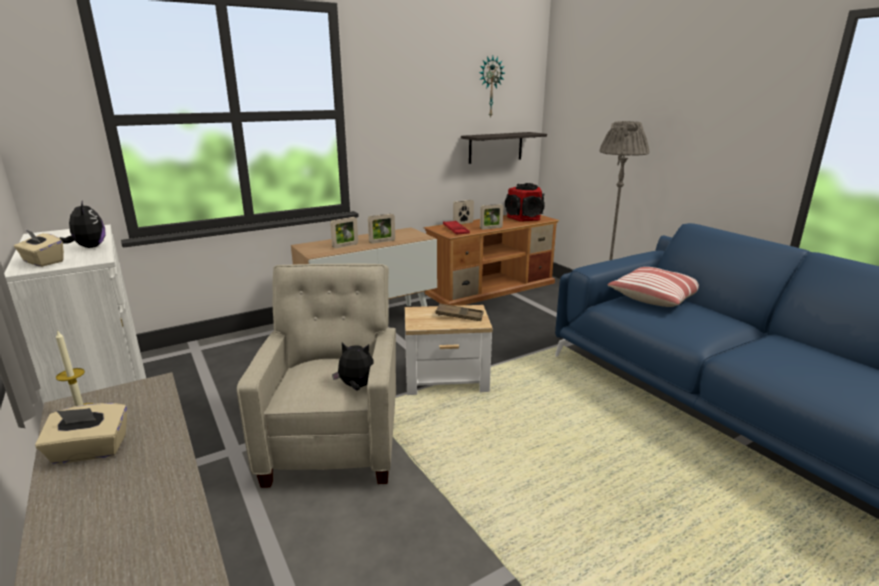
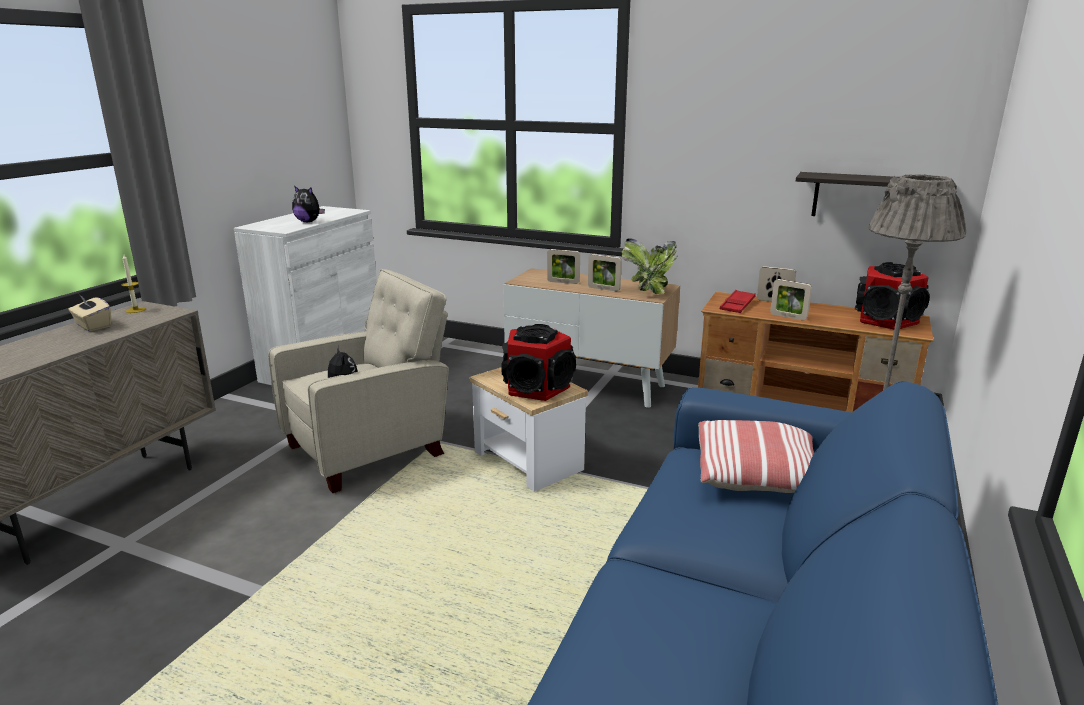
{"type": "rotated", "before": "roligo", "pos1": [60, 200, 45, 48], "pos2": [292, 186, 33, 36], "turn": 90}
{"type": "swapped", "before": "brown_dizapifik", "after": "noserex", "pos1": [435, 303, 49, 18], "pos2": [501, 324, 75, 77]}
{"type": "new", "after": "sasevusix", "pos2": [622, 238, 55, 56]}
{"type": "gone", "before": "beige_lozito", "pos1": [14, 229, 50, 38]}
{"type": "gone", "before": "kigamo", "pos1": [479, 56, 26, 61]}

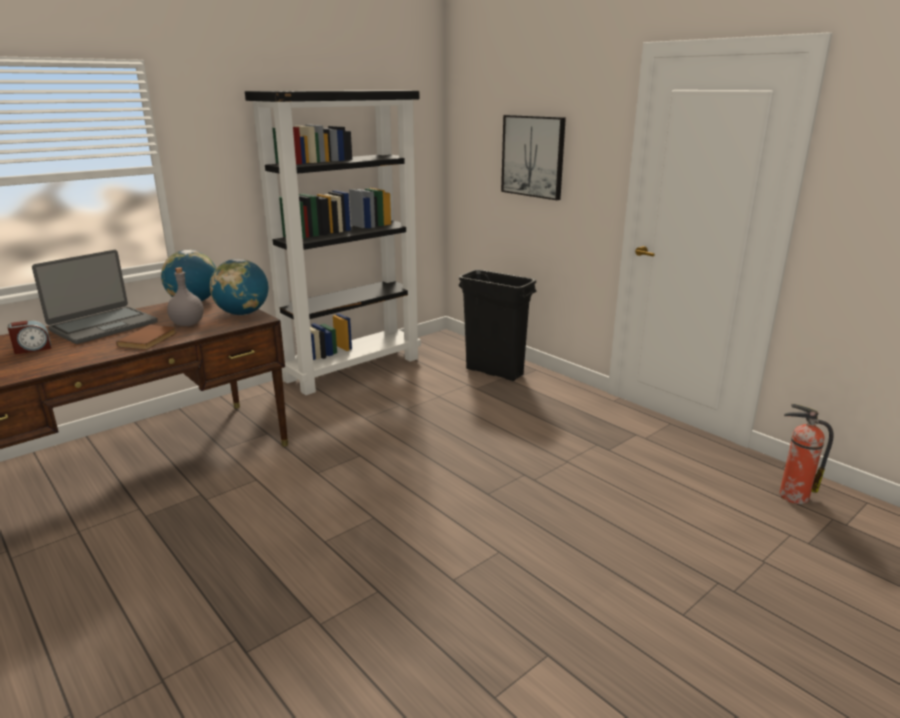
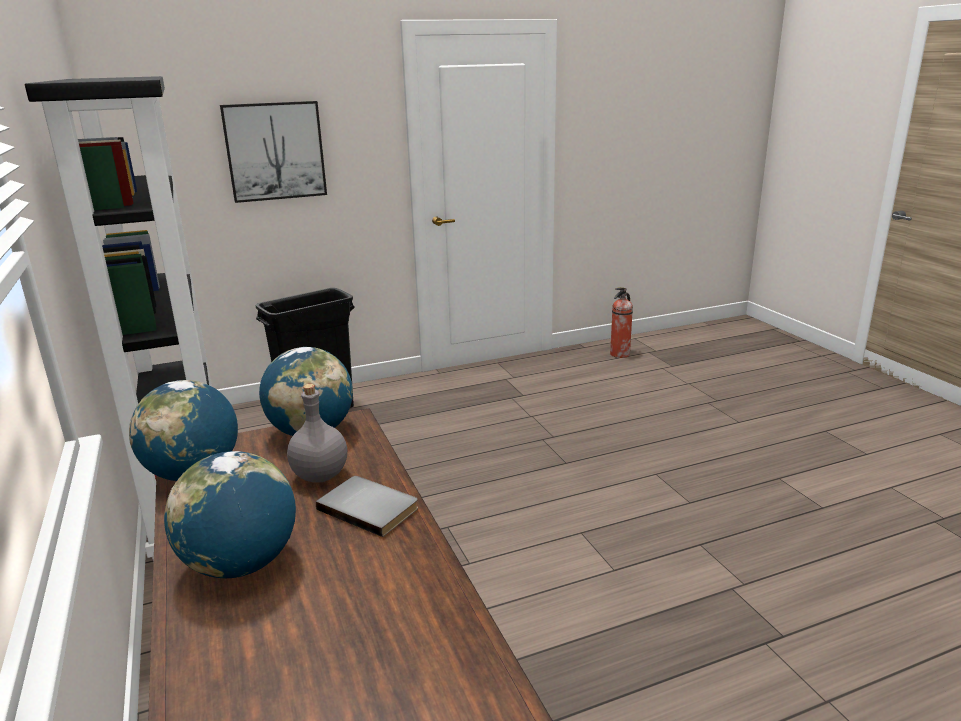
{"type": "swapped", "before": "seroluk", "after": "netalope", "pos1": [32, 250, 126, 94], "pos2": [164, 451, 132, 127]}
{"type": "repainted", "before": "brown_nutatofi", "after": "grey_nutatofi", "pos1": [116, 325, 61, 25], "pos2": [316, 476, 102, 61]}
{"type": "gone", "before": "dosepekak", "pos1": [8, 320, 43, 34]}

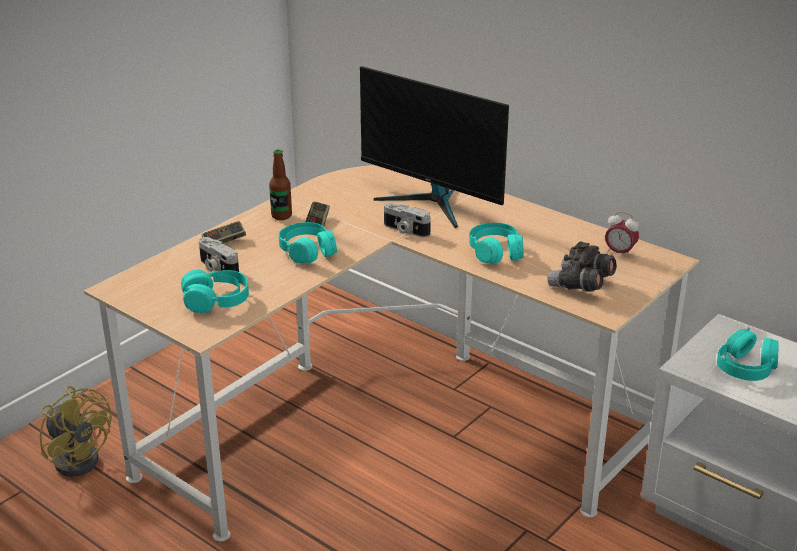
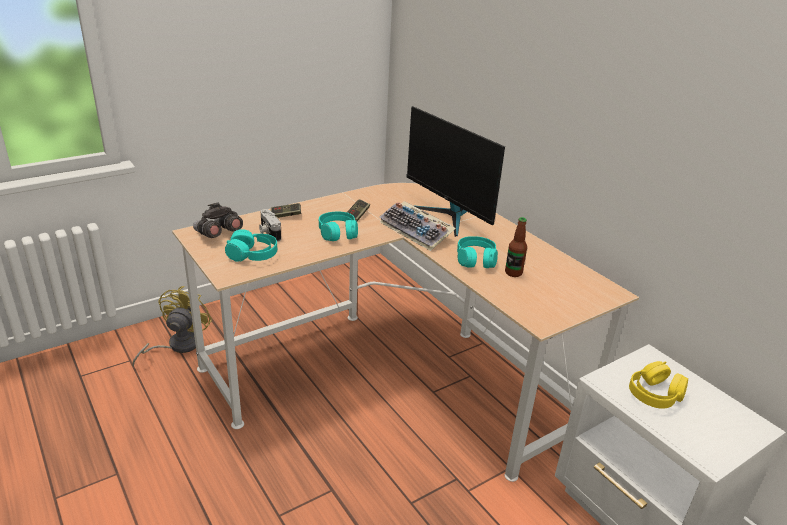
{"type": "rotated", "before": "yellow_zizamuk", "pos1": [40, 386, 72, 91], "pos2": [132, 286, 80, 81], "turn": -135}
{"type": "shifted", "before": "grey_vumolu", "pos1": [548, 242, 69, 49], "pos2": [193, 202, 50, 36]}
{"type": "swapped", "before": "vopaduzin", "after": "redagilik", "pos1": [384, 203, 47, 35], "pos2": [379, 201, 77, 50]}
{"type": "shifted", "before": "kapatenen", "pos1": [269, 149, 23, 71], "pos2": [505, 217, 22, 60]}
{"type": "repainted", "before": "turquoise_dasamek", "after": "yellow_dasamek", "pos1": [717, 328, 62, 53], "pos2": [629, 361, 59, 48]}
{"type": "gone", "before": "dosepekak", "pos1": [605, 212, 34, 46]}

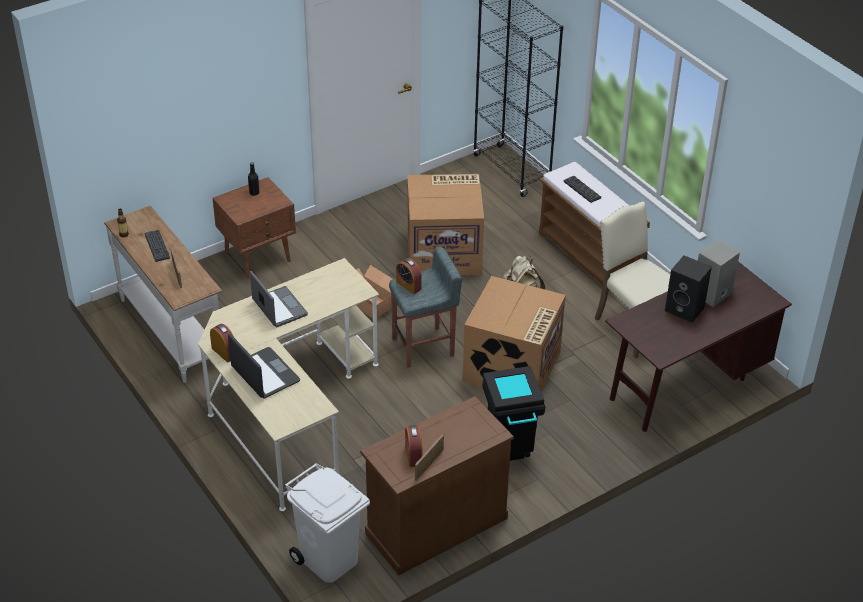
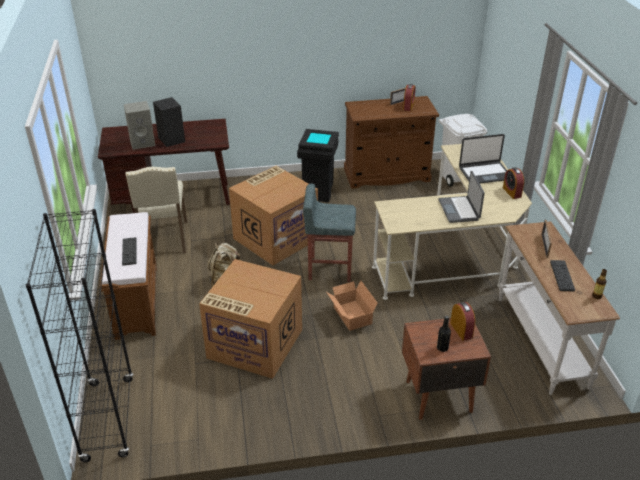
{"type": "shifted", "before": "dosepekak", "pos1": [396, 258, 26, 36], "pos2": [450, 302, 25, 38]}
{"type": "rotated", "before": "seroluk", "pos1": [228, 333, 72, 65], "pos2": [459, 134, 48, 49], "turn": -90}

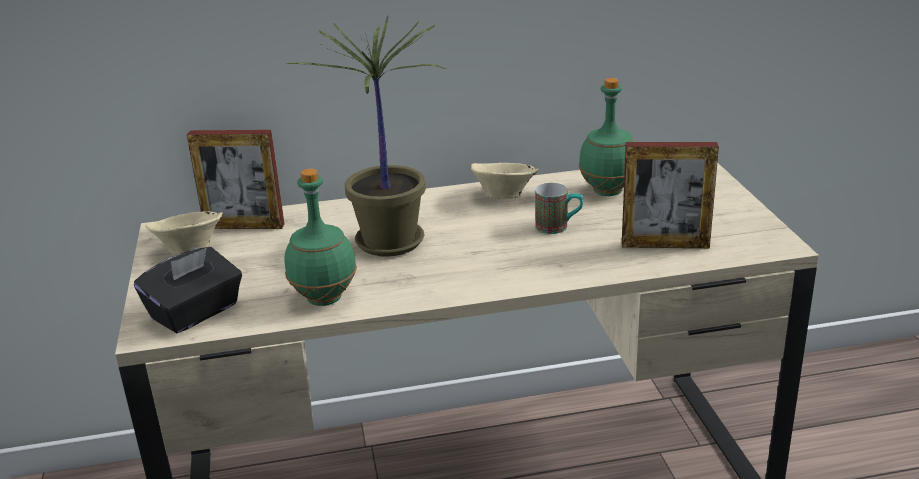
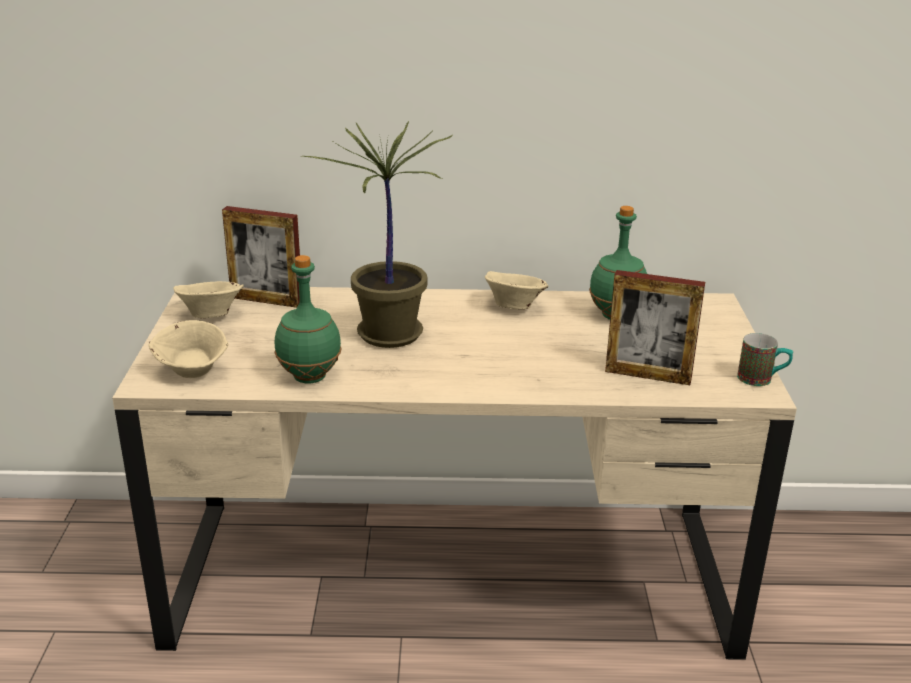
{"type": "swapped", "before": "black_lozito", "after": "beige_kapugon", "pos1": [134, 247, 108, 86], "pos2": [149, 320, 80, 58]}
{"type": "shifted", "before": "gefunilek", "pos1": [535, 183, 48, 51], "pos2": [737, 333, 56, 53]}

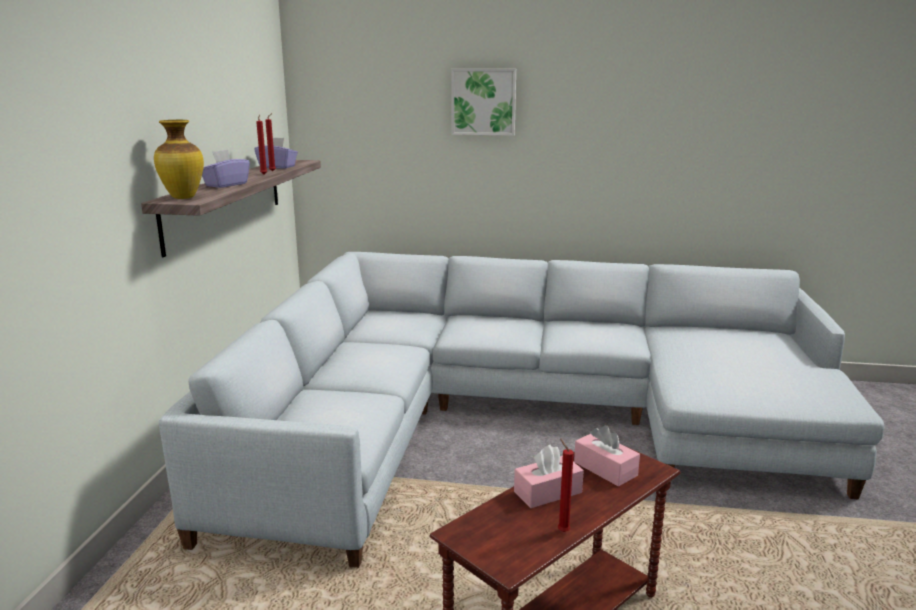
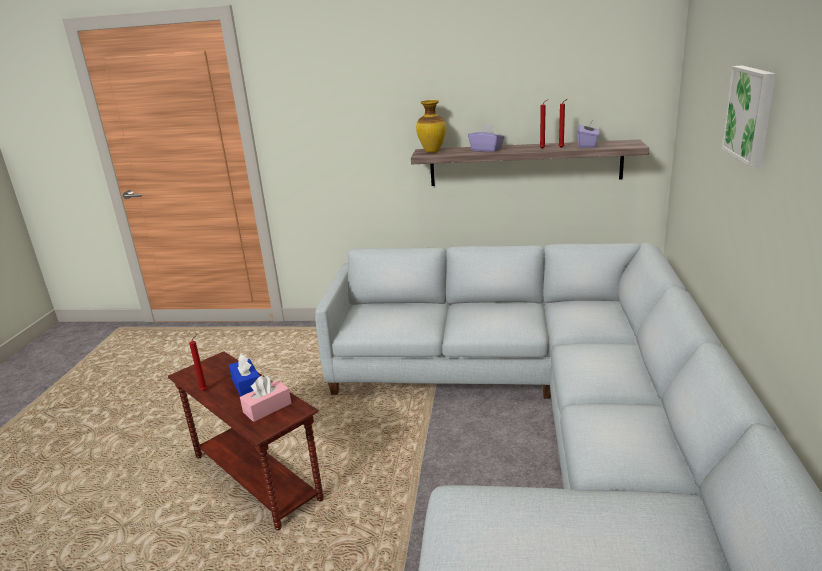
{"type": "repainted", "before": "pink_lozito", "after": "blue_lozito", "pos1": [514, 445, 70, 63], "pos2": [229, 354, 31, 42]}

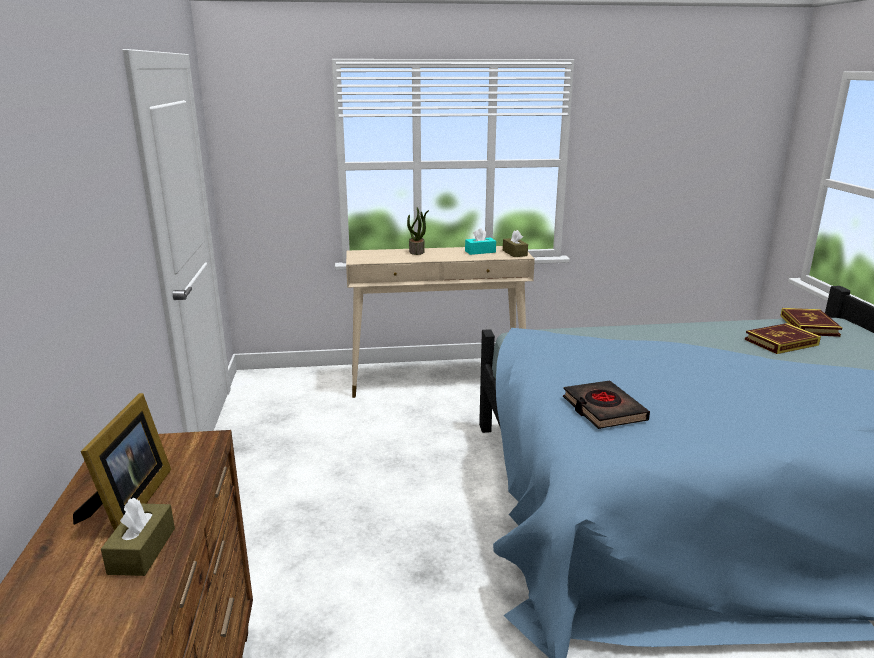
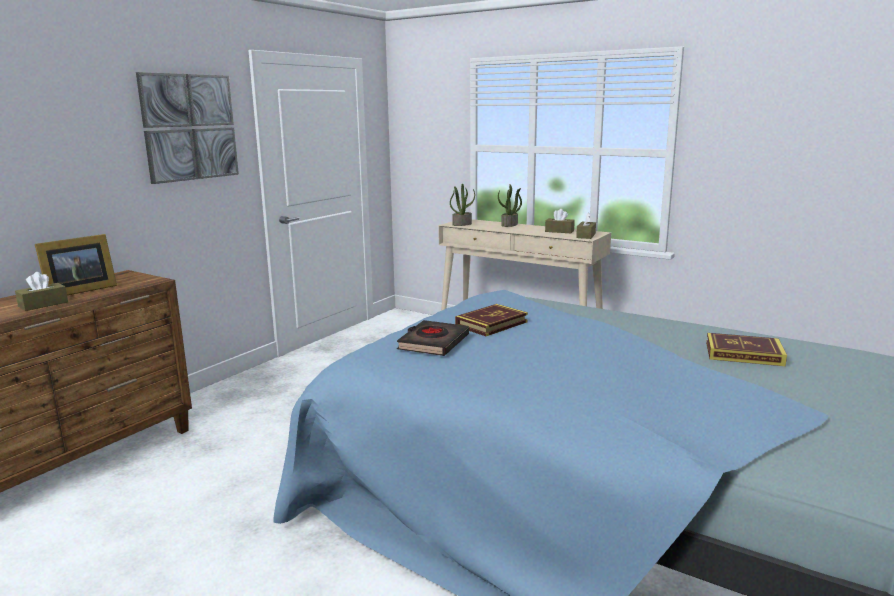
{"type": "new", "after": "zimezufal", "pos2": [136, 72, 103, 112]}
{"type": "new", "after": "sasevusix", "pos2": [450, 184, 25, 42]}
{"type": "shifted", "before": "nutatofi", "pos1": [780, 308, 62, 29], "pos2": [455, 304, 73, 32]}
{"type": "repainted", "before": "turquoise_lozito", "after": "brown_lozito", "pos1": [465, 228, 31, 27], "pos2": [545, 209, 30, 24]}

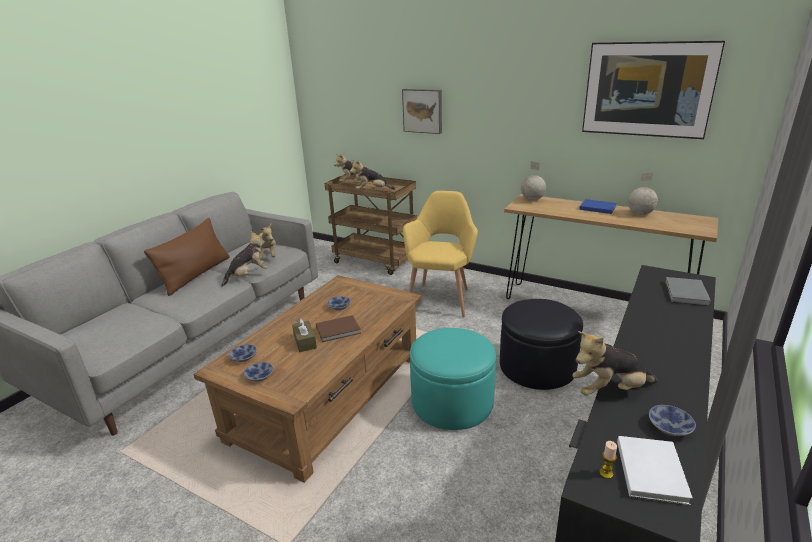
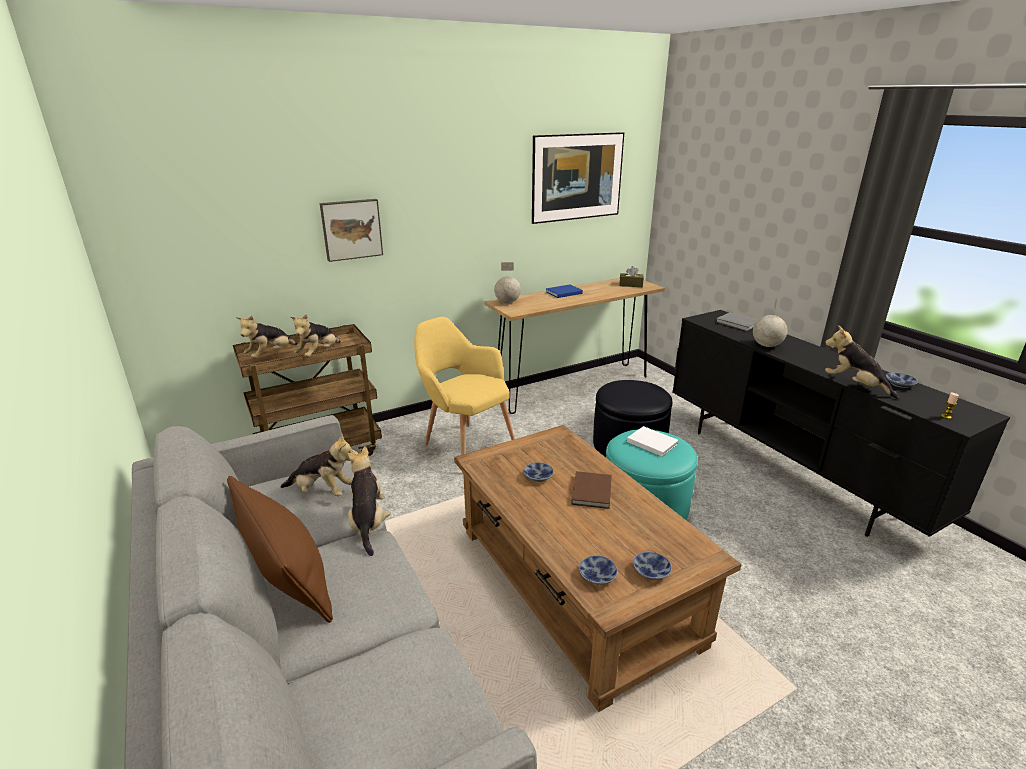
{"type": "shifted", "before": "brown_lozito", "pos1": [292, 318, 25, 34], "pos2": [619, 266, 25, 21]}
{"type": "shifted", "before": "white_nutatofi", "pos1": [617, 436, 76, 69], "pos2": [627, 426, 51, 31]}
{"type": "shifted", "before": "netalope", "pos1": [628, 172, 30, 43], "pos2": [753, 299, 34, 48]}
{"type": "rotated", "before": "roligo", "pos1": [572, 331, 86, 65], "pos2": [825, 325, 74, 74], "turn": 120}

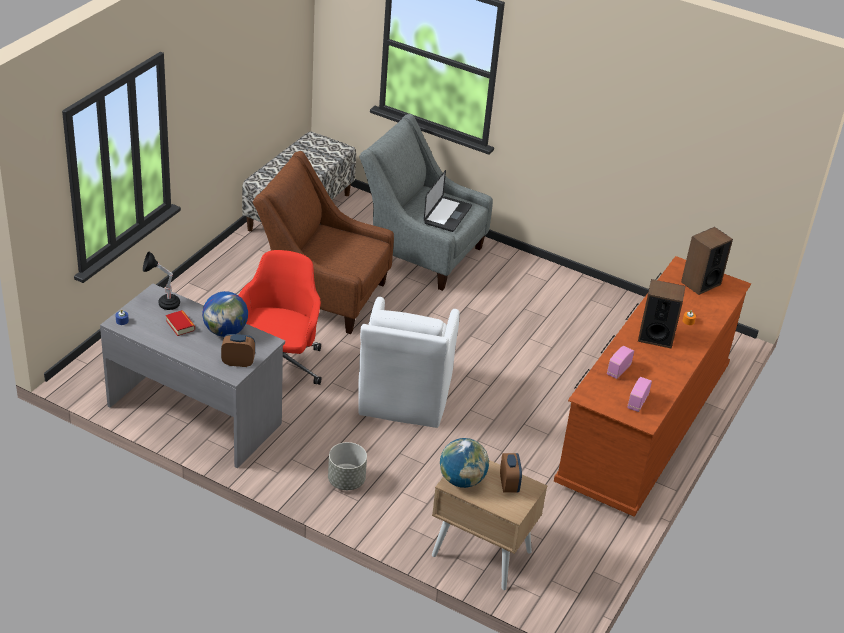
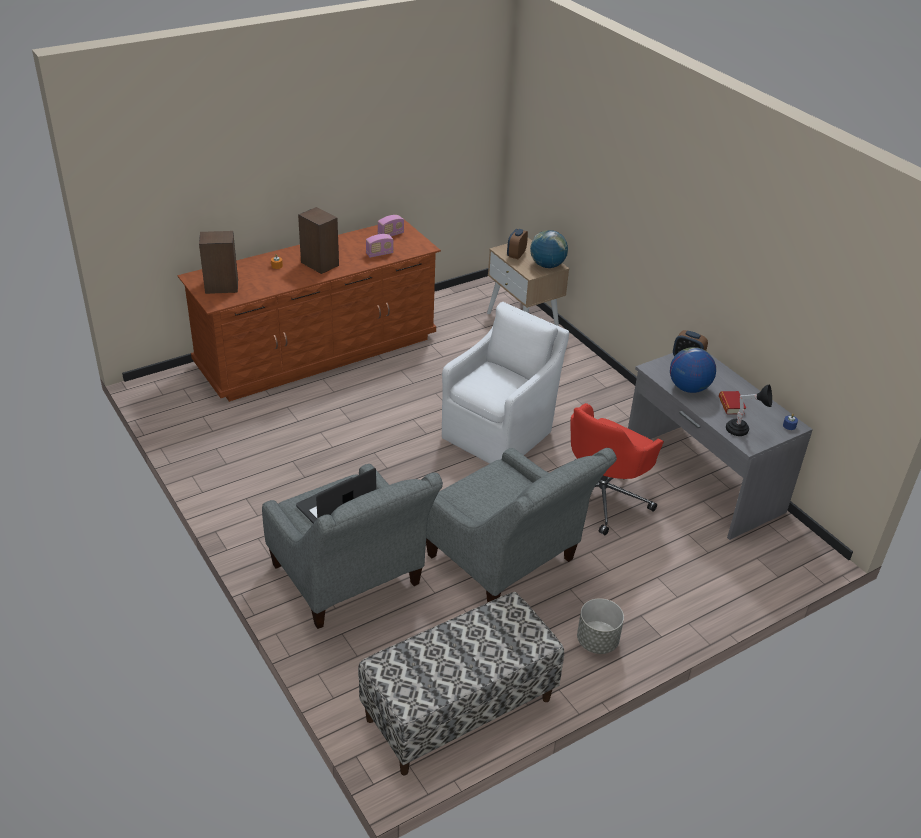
{"type": "repainted", "before": "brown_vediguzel", "after": "grey_vediguzel", "pos1": [253, 151, 141, 183], "pos2": [426, 448, 191, 155]}
{"type": "shifted", "before": "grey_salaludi", "pos1": [328, 442, 39, 48], "pos2": [577, 598, 47, 56]}

